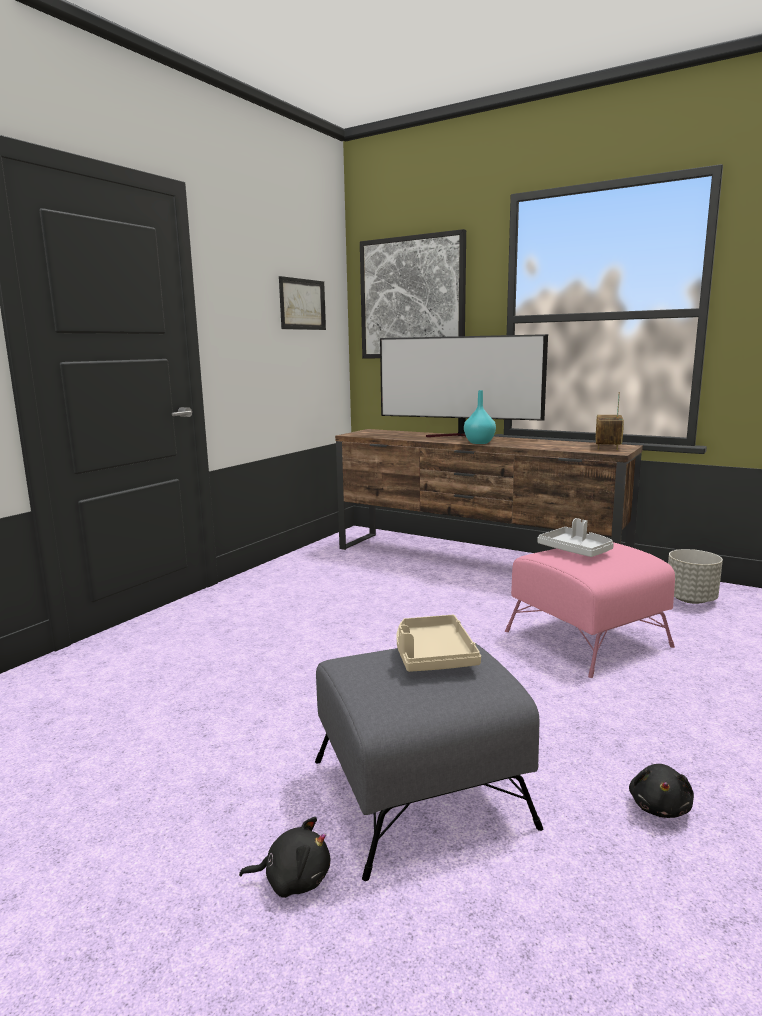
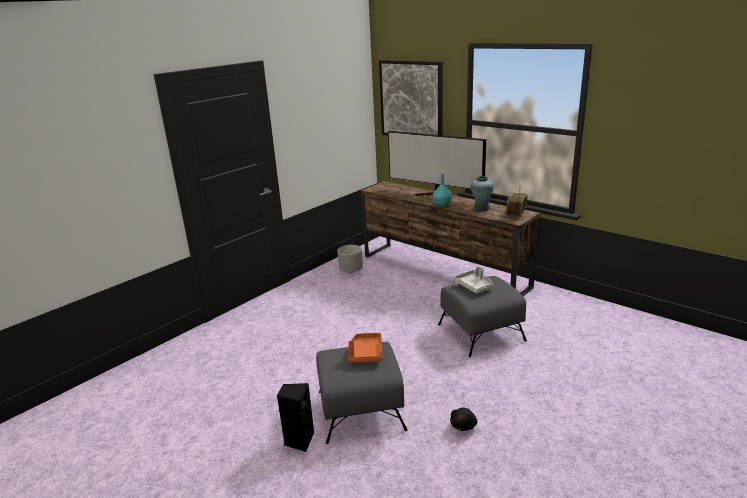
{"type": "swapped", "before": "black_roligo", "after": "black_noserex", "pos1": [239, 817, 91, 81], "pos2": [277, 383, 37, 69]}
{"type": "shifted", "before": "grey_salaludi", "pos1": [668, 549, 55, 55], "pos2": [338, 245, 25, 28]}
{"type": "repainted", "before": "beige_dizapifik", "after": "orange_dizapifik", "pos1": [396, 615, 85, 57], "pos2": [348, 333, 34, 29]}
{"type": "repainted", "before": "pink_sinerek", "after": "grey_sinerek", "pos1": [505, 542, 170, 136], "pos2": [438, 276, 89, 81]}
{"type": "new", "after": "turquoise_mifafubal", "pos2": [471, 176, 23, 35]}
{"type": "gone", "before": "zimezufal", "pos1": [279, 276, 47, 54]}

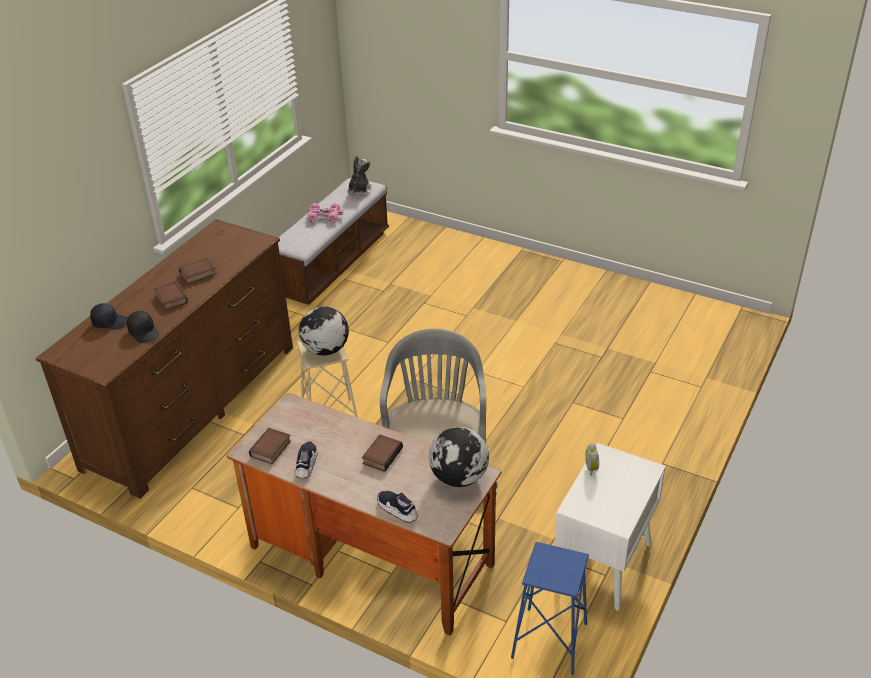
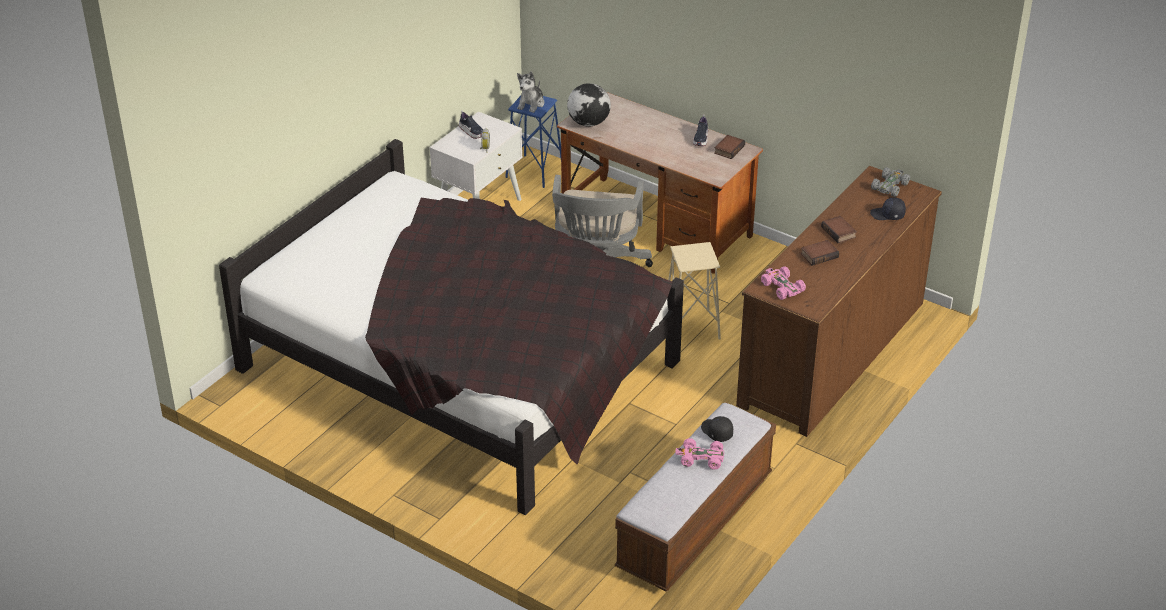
{"type": "new", "after": "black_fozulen", "pos2": [219, 139, 465, 376]}
{"type": "shifted", "before": "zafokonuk", "pos1": [377, 491, 41, 32], "pos2": [459, 110, 24, 29]}
{"type": "shifted", "before": "roligo", "pos1": [348, 156, 24, 41], "pos2": [517, 71, 27, 42]}
{"type": "shifted", "before": "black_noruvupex", "pos1": [127, 311, 32, 32], "pos2": [701, 416, 32, 26]}
{"type": "new", "after": "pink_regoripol", "pos2": [761, 266, 45, 34]}
{"type": "new", "after": "grey_regoripol", "pos2": [871, 167, 39, 30]}
{"type": "gone", "before": "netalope", "pos1": [299, 306, 50, 50]}
{"type": "gone", "before": "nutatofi", "pos1": [362, 434, 41, 38]}

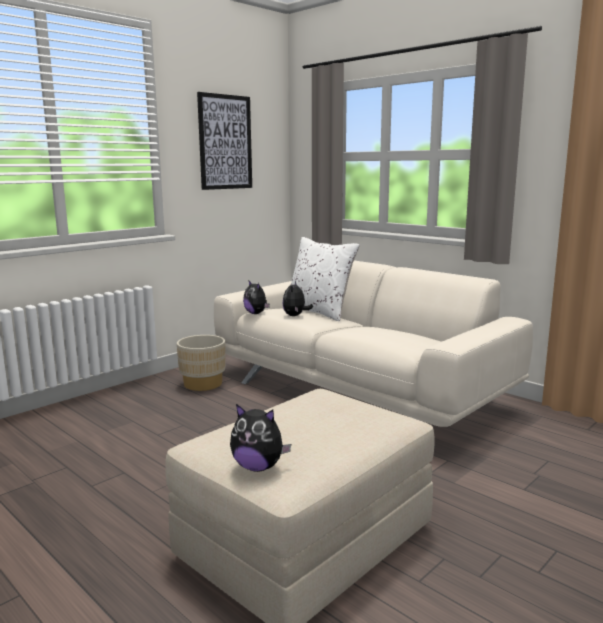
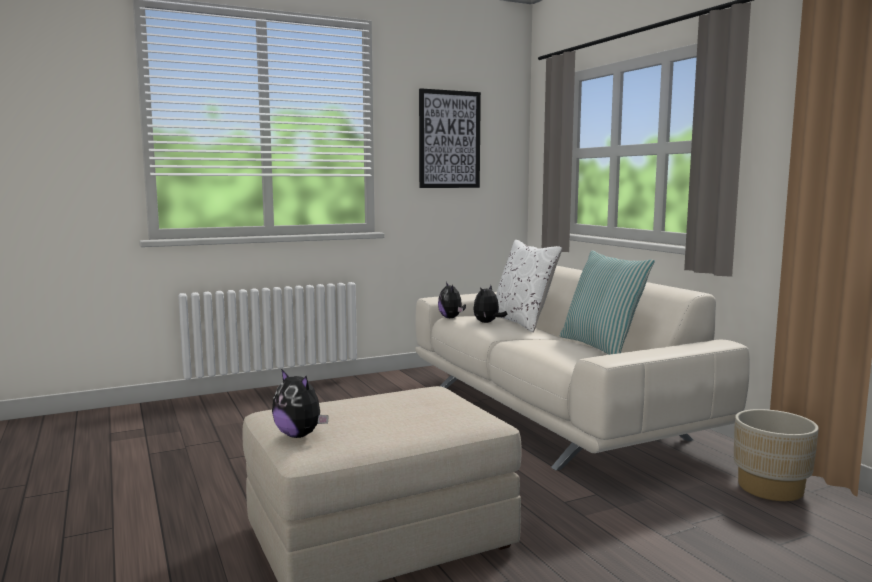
{"type": "new", "after": "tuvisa", "pos2": [560, 250, 95, 105]}
{"type": "shifted", "before": "beige_salaludi", "pos1": [177, 335, 48, 56], "pos2": [734, 409, 85, 92]}

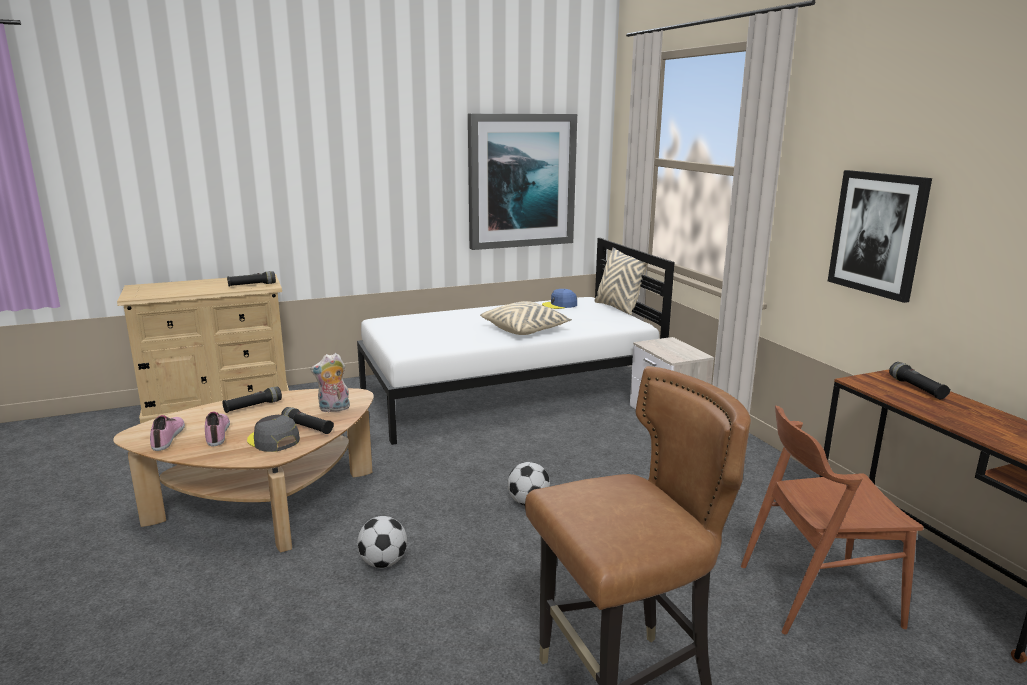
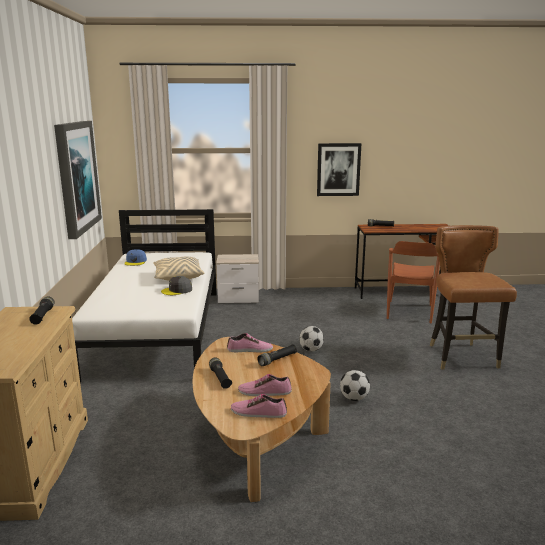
{"type": "shifted", "before": "grey_noruvupex", "pos1": [247, 415, 53, 37], "pos2": [161, 276, 31, 19]}
{"type": "swapped", "before": "roligo", "after": "zafokonuk", "pos1": [310, 353, 40, 59], "pos2": [227, 333, 46, 20]}
{"type": "gone", "before": "beige_tuvisa", "pos1": [594, 247, 54, 68]}

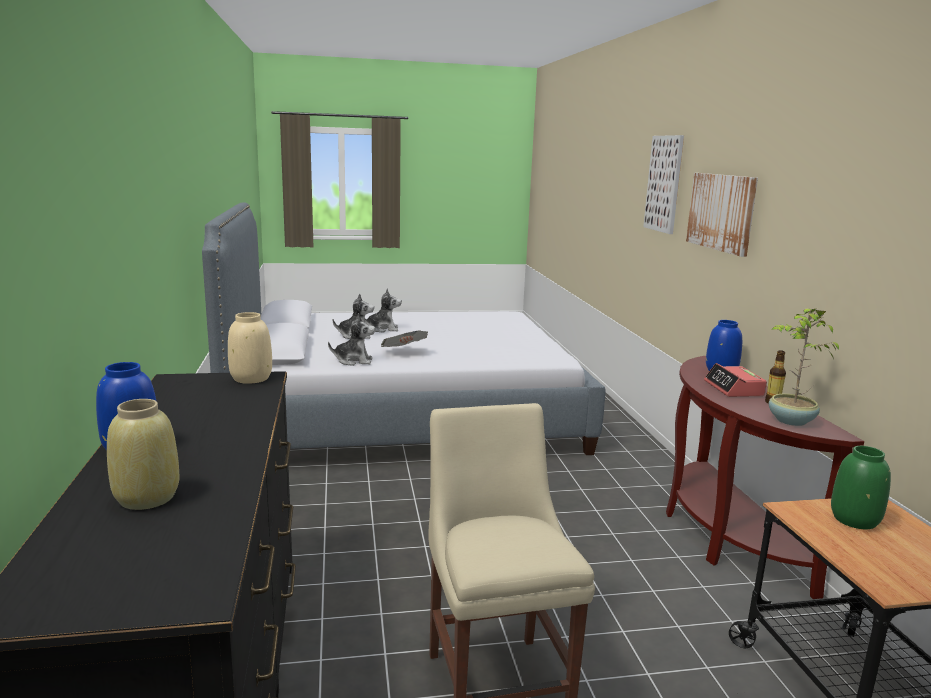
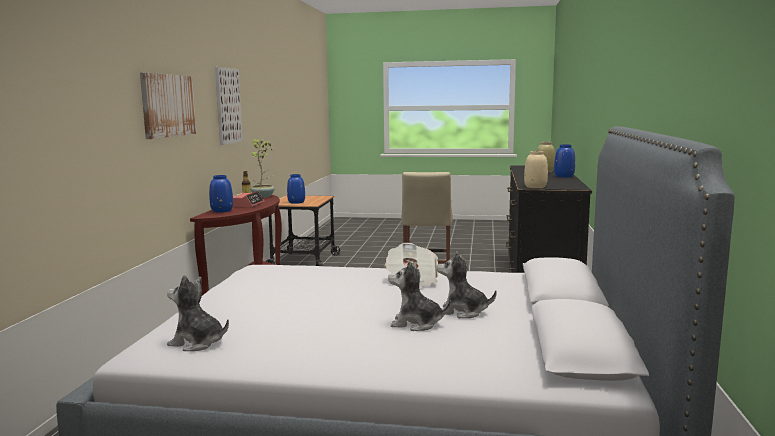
{"type": "shifted", "before": "roligo", "pos1": [328, 313, 47, 53], "pos2": [167, 275, 62, 76]}
{"type": "shifted", "before": "zimezufal", "pos1": [643, 135, 41, 99], "pos2": [215, 67, 28, 78]}
{"type": "repainted", "before": "green_mifafubal", "after": "blue_mifafubal", "pos1": [831, 446, 60, 83], "pos2": [287, 174, 18, 30]}

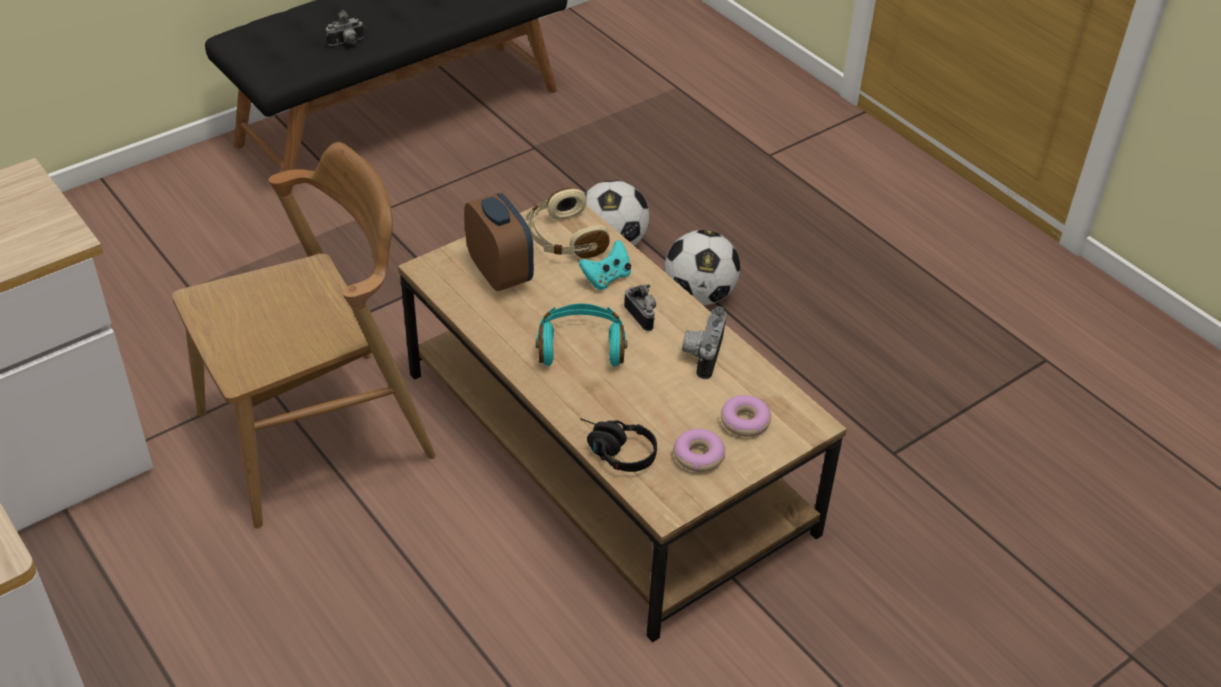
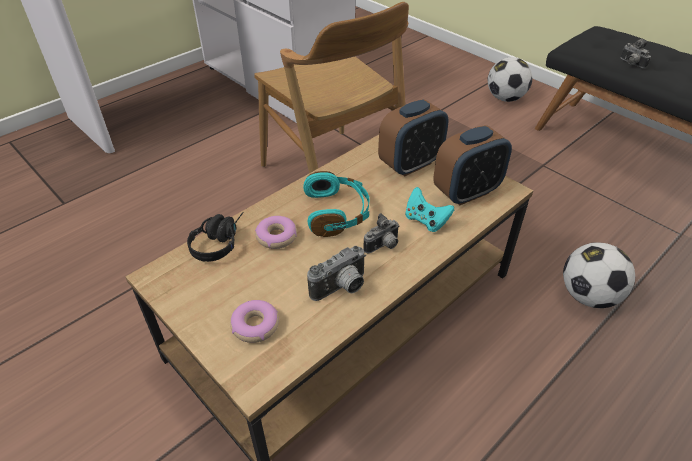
{"type": "shifted", "before": "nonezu", "pos1": [673, 429, 52, 43], "pos2": [255, 216, 42, 33]}
{"type": "rotated", "before": "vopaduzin", "pos1": [682, 306, 44, 73], "pos2": [307, 246, 59, 55], "turn": 135}
{"type": "swapped", "before": "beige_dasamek", "after": "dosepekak", "pos1": [526, 188, 84, 70], "pos2": [433, 125, 79, 80]}
{"type": "shifted", "before": "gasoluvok", "pos1": [664, 230, 77, 76], "pos2": [487, 57, 45, 45]}

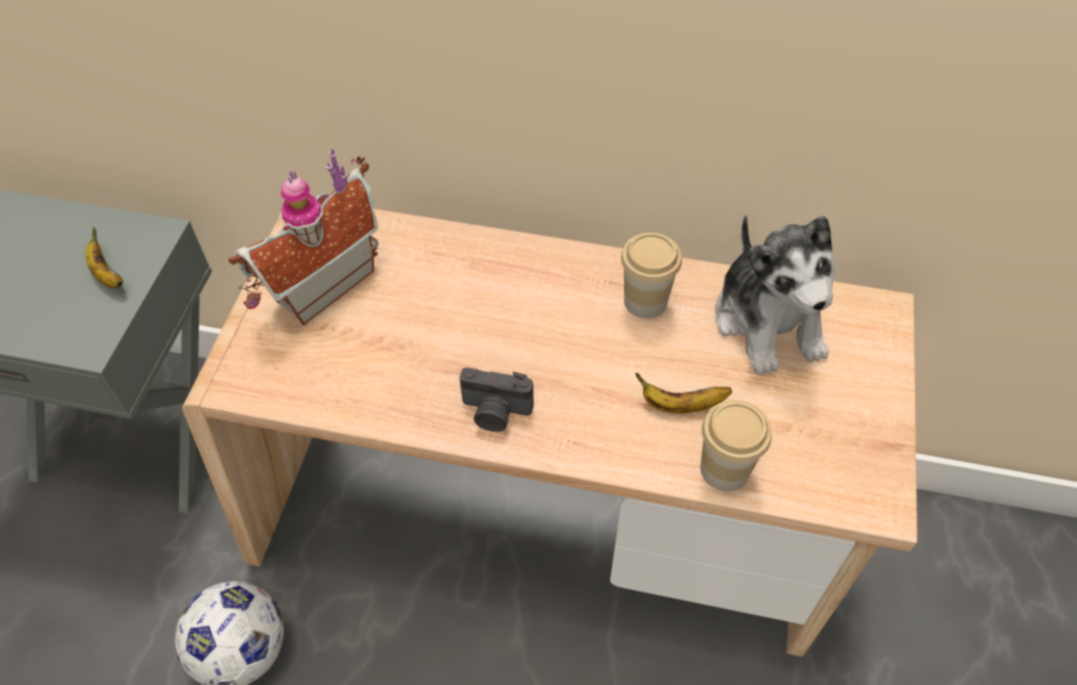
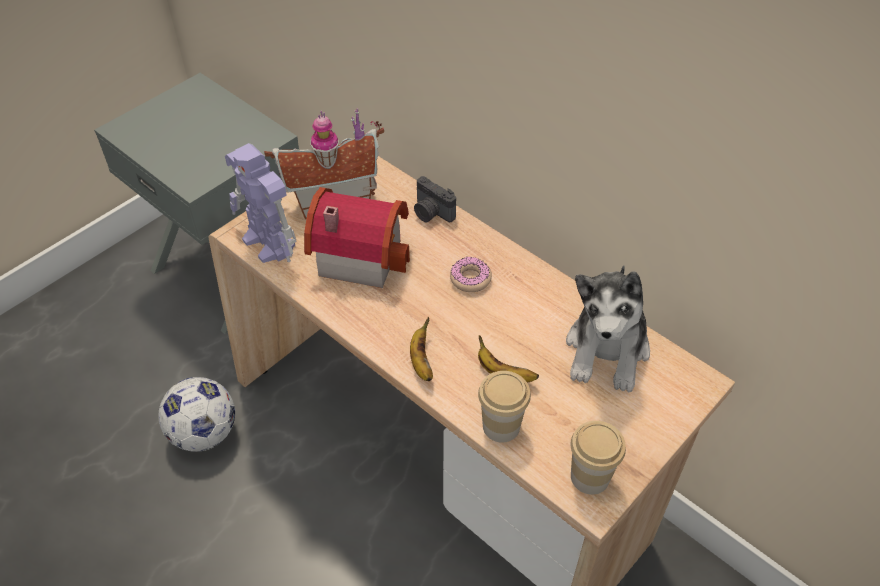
{"type": "new", "after": "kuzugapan", "pos2": [225, 143, 71, 120]}
{"type": "new", "after": "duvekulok", "pos2": [304, 187, 106, 101]}
{"type": "shifted", "before": "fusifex", "pos1": [85, 227, 38, 61], "pos2": [410, 317, 23, 64]}
{"type": "shifted", "before": "vopaduzin", "pos1": [459, 367, 75, 65], "pos2": [414, 176, 42, 47]}
{"type": "new", "after": "nonezu", "pos2": [450, 257, 42, 35]}
{"type": "shifted", "before": "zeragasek", "pos1": [621, 233, 61, 86], "pos2": [571, 421, 55, 74]}

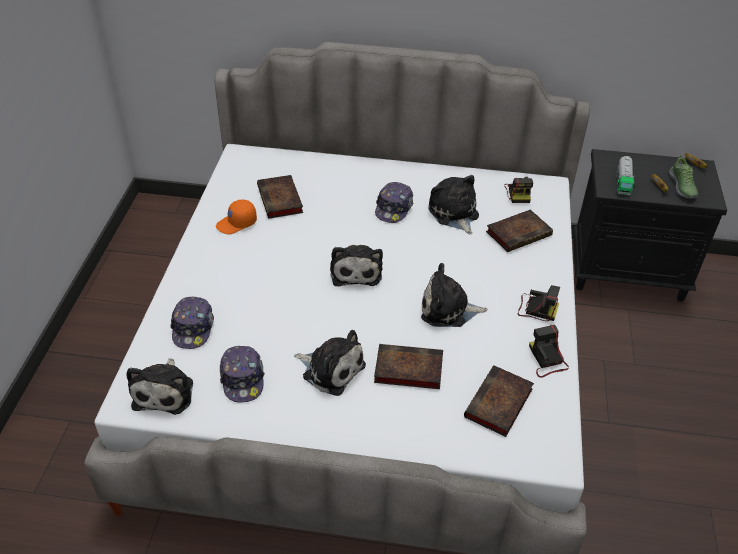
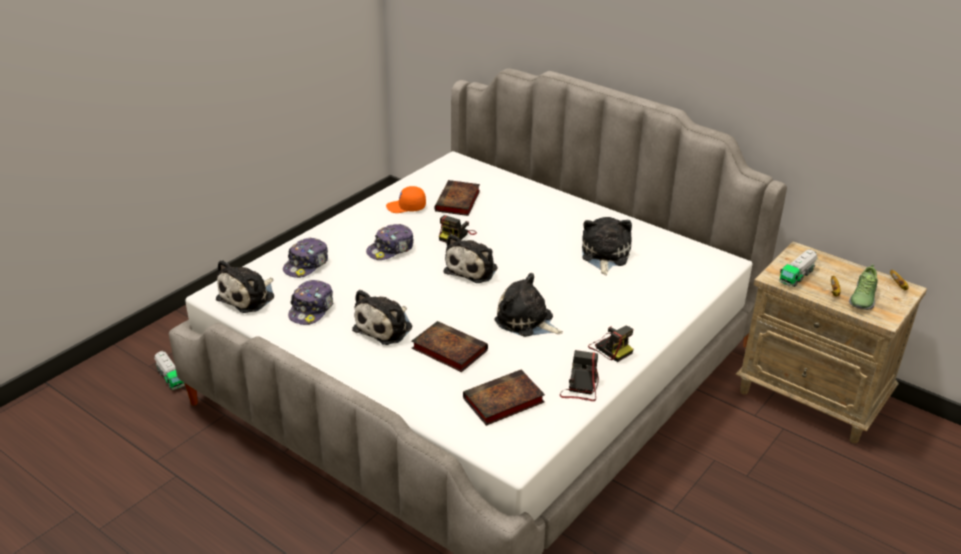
{"type": "new", "after": "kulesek", "pos2": [154, 351, 31, 39]}
{"type": "rotated", "before": "roligo", "pos1": [294, 330, 72, 66], "pos2": [352, 290, 60, 55], "turn": 60}
{"type": "shifted", "before": "noruvupex", "pos1": [375, 182, 38, 41], "pos2": [366, 224, 48, 36]}
{"type": "shifted", "before": "vopaduzin", "pos1": [504, 177, 29, 26], "pos2": [439, 215, 38, 28]}
{"type": "repainted", "before": "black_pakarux", "after": "beige_pakarux", "pos1": [573, 149, 154, 153], "pos2": [736, 241, 191, 203]}
{"type": "gone", "before": "nutatofi", "pos1": [486, 210, 67, 42]}

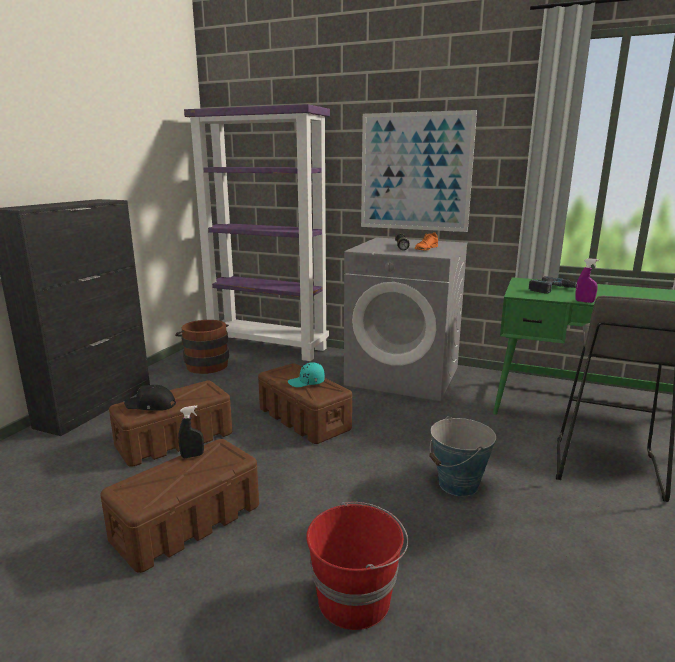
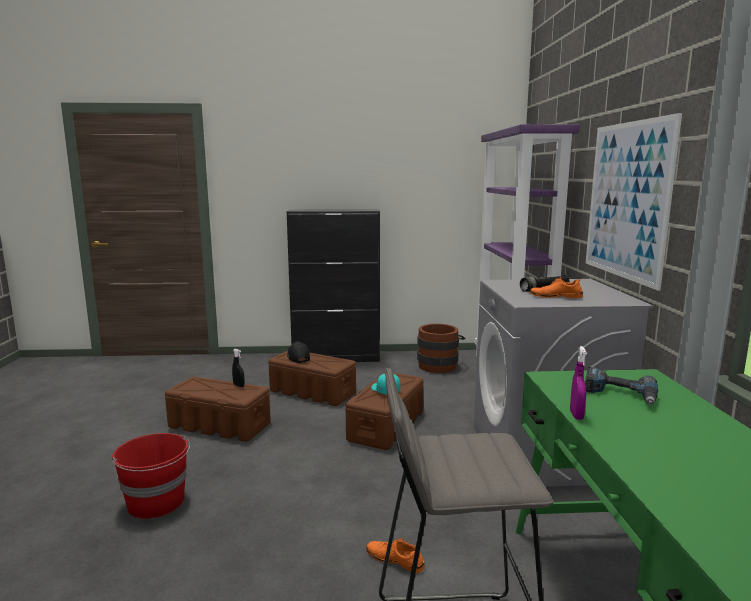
{"type": "new", "after": "orange_zafokonuk", "pos2": [366, 539, 59, 34]}
{"type": "gone", "before": "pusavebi", "pos1": [429, 416, 67, 80]}

